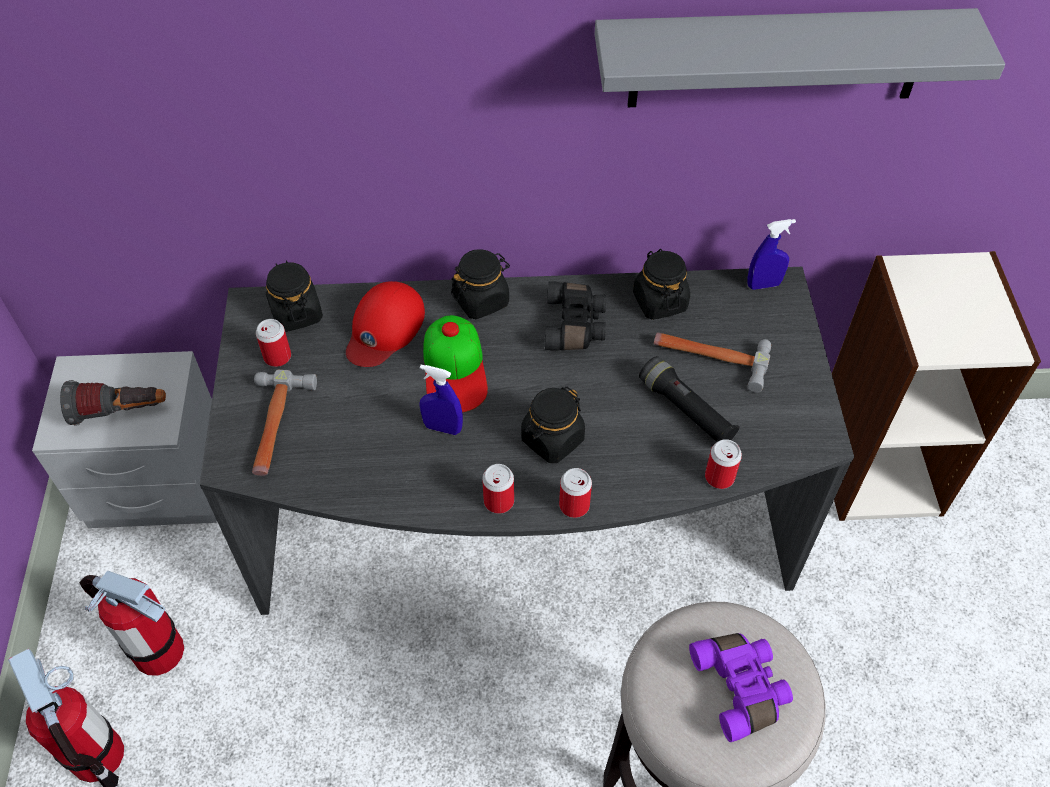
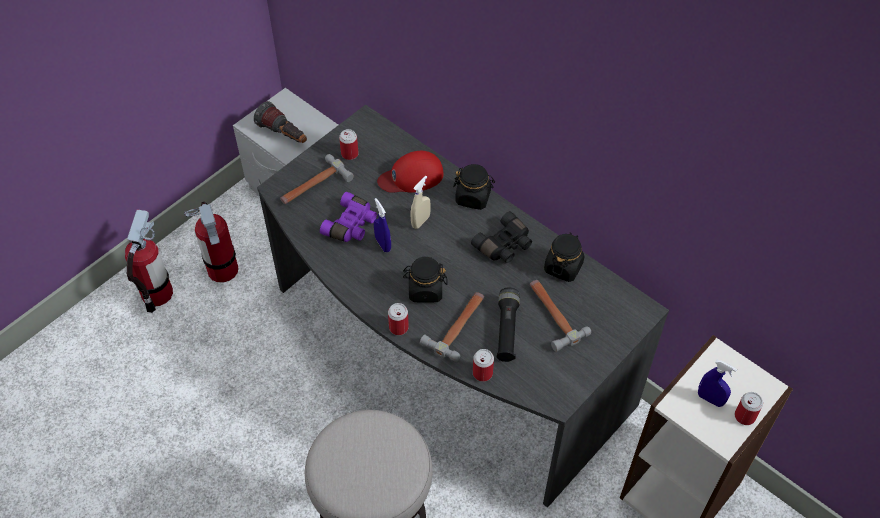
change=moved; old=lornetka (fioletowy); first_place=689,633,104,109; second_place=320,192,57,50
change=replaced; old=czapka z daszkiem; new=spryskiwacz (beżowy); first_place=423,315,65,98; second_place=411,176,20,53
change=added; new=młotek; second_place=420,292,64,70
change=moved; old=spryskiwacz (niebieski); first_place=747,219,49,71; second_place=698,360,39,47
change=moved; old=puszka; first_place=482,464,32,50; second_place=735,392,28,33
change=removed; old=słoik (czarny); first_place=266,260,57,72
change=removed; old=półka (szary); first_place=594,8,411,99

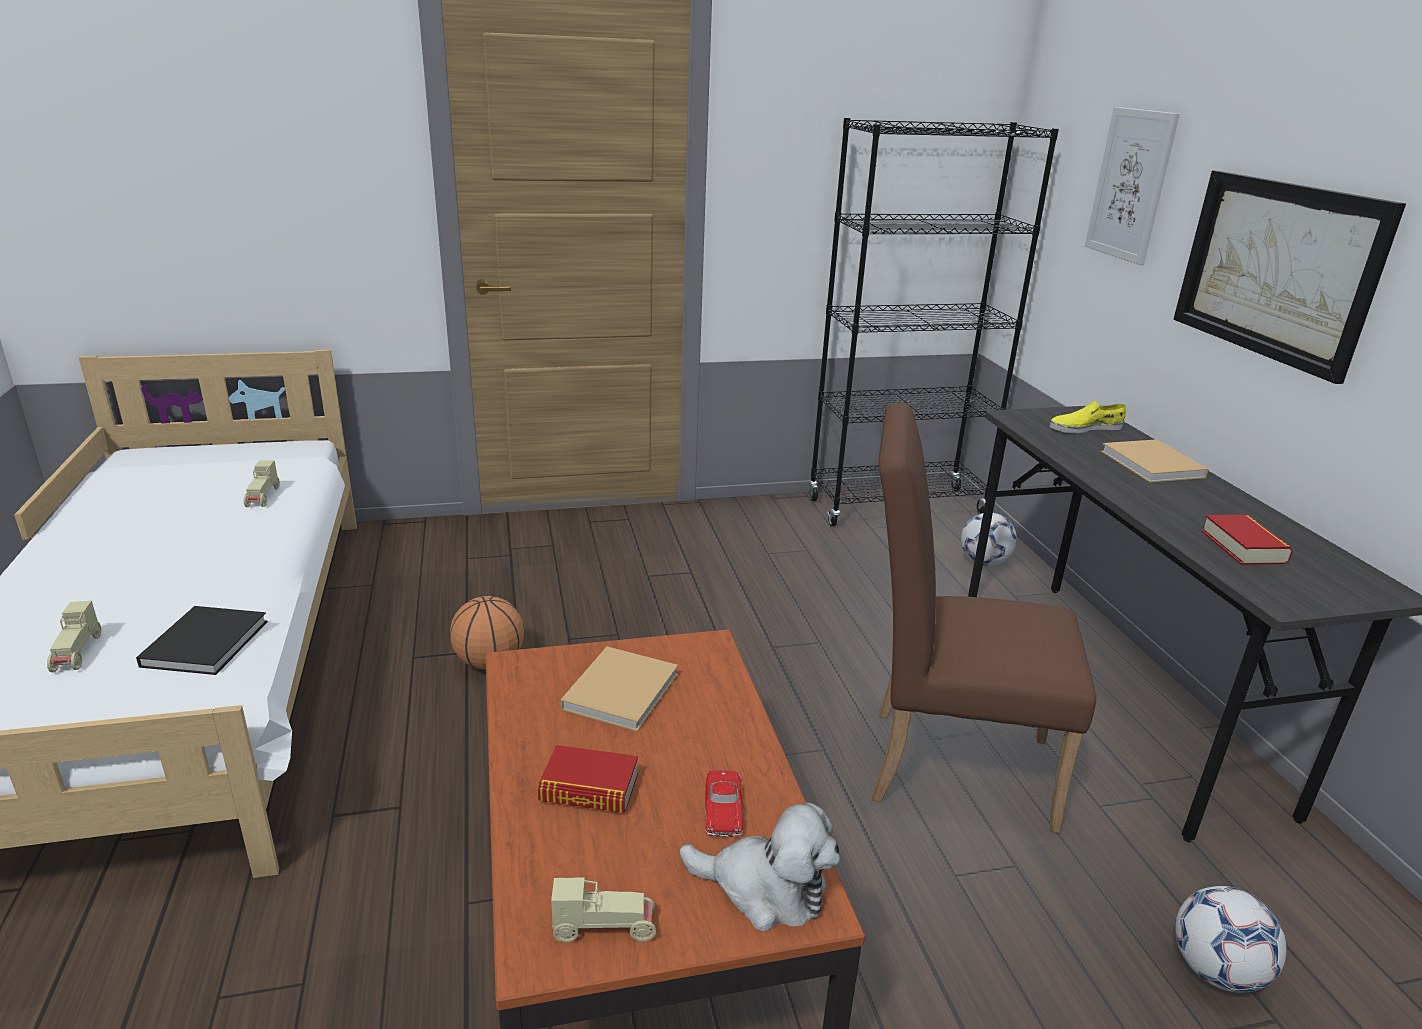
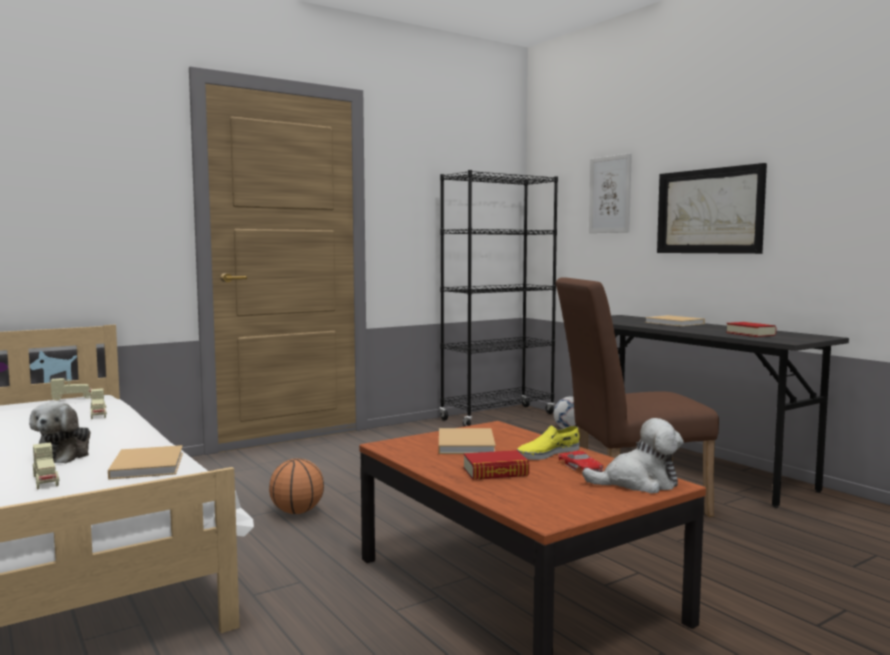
change=added; new=pluszak; second_place=29,402,62,61
change=moved; old=samochodzik (beżowy); first_place=551,877,105,65; second_place=51,378,41,23
change=recoloured; old=książka (czarny); new=książka (beżowy); first_place=136,606,132,69; second_place=108,445,75,35
change=moved; old=but (żółty); first_place=1049,401,77,32; second_place=517,426,63,34
change=removed; old=piłka futbolowa; first_place=1175,886,111,106

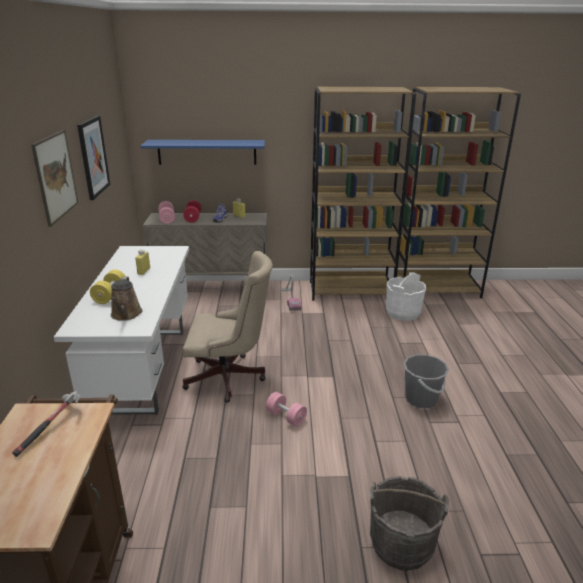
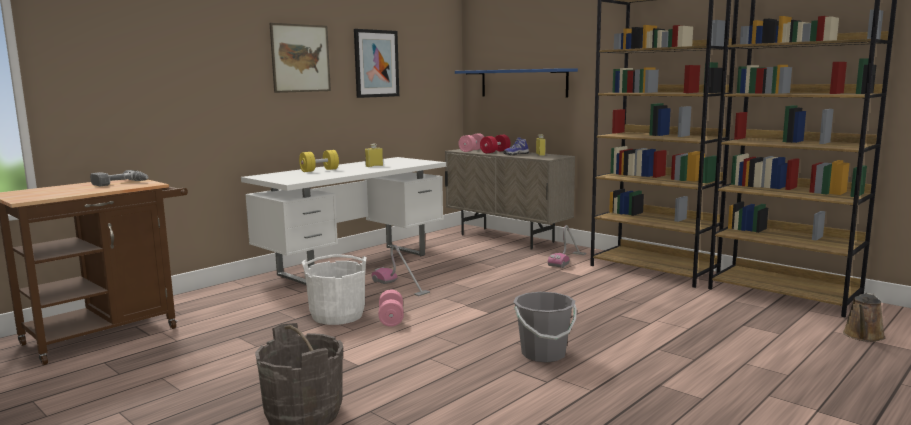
change=replaced; old=młotek; new=wiertarka; first_place=12,391,68,66; second_place=90,170,59,16
change=moved; old=wiadro (biały); first_place=386,272,40,49; second_place=302,254,65,71
change=replaced; old=krzesło biurowe (beżowy); new=odkurzacz; first_place=182,251,91,152; second_place=372,245,58,51
change=moved; old=konewka (brązowy); first_place=111,276,31,45; second_place=843,293,43,49

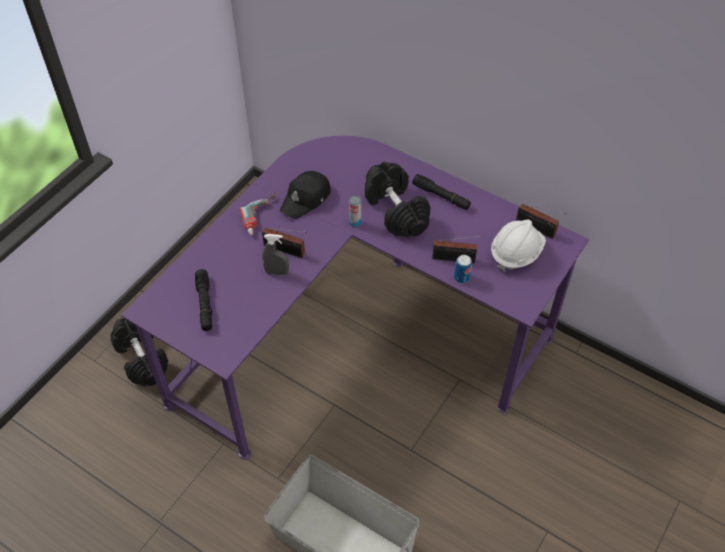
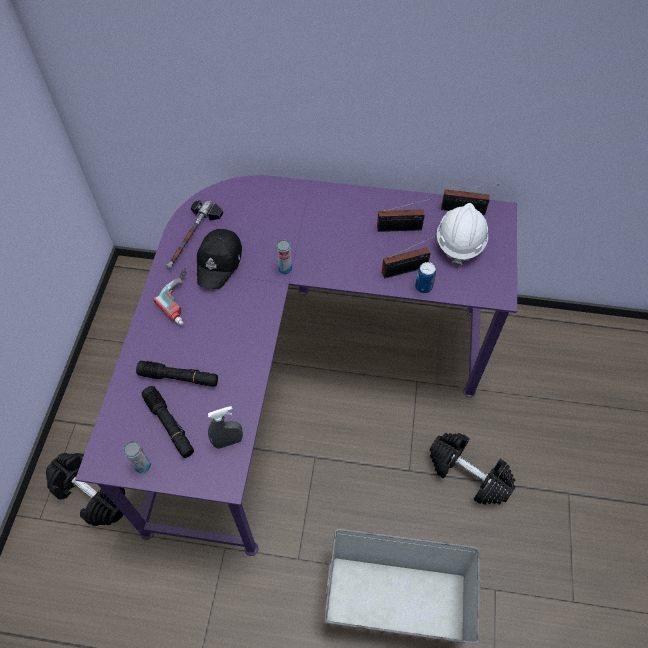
change=added; new=puszka; second_place=123,441,28,32
change=moved; old=latarka (czarny); first_place=412,174,59,36; second_place=136,361,82,26
change=added; new=młotek; second_place=166,200,57,69
change=moved; old=spryskiwacz (szary); first_place=262,234,27,41; second_place=208,406,35,43
change=moved; old=radio; first_place=262,227,43,31; second_place=377,198,55,34
change=moved; old=hantel (czarny); first_place=365,162,66,75; second_place=429,433,87,72

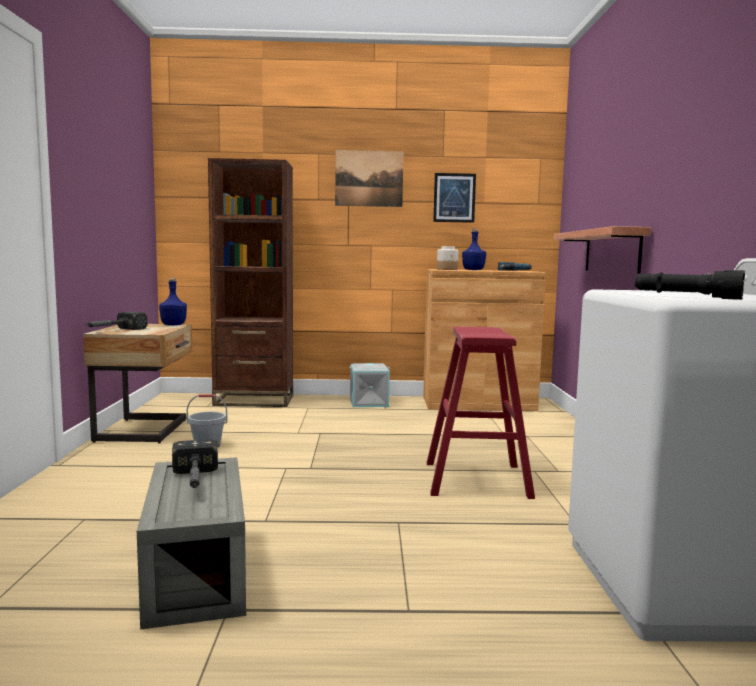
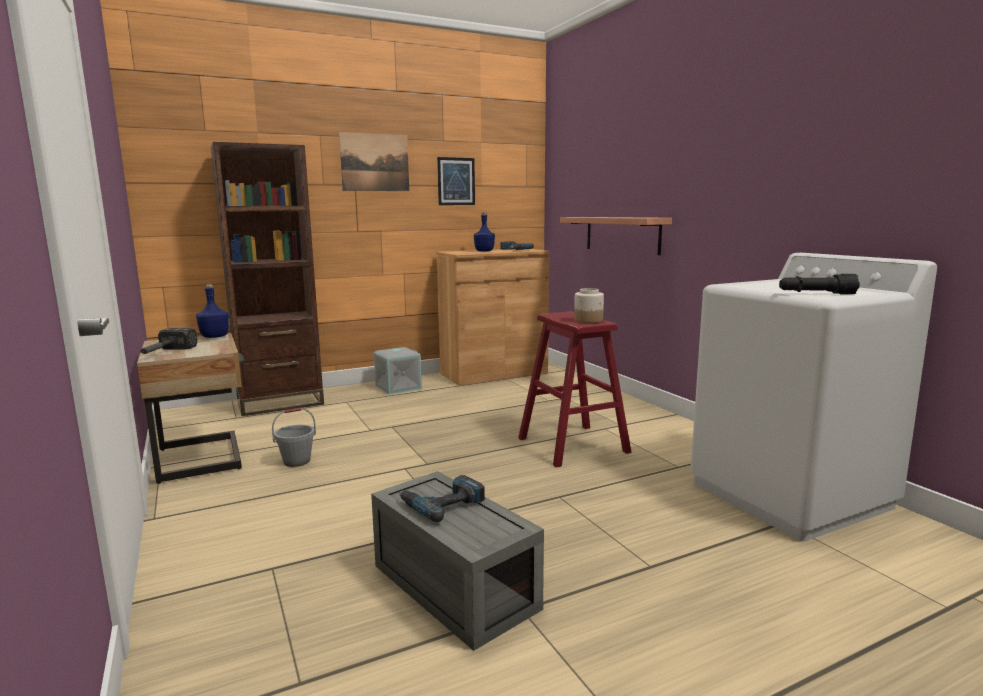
change=replaced; old=młotek; new=wiertarka; first_place=172,439,46,49; second_place=399,475,86,47
change=moved; old=słoik; first_place=437,246,22,24; second_place=574,288,30,35

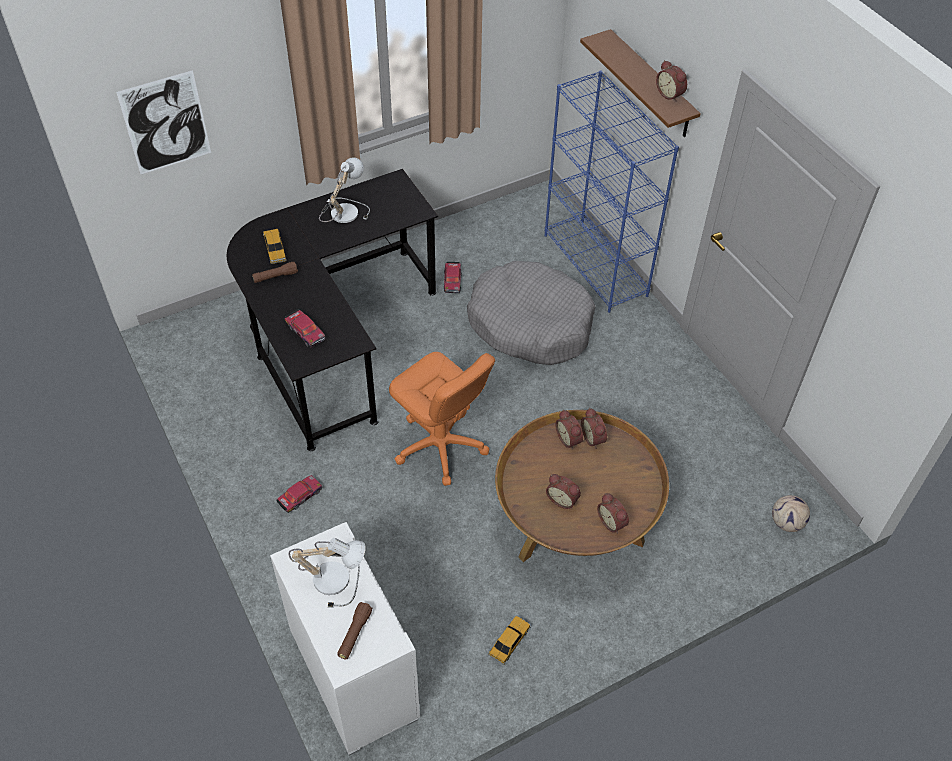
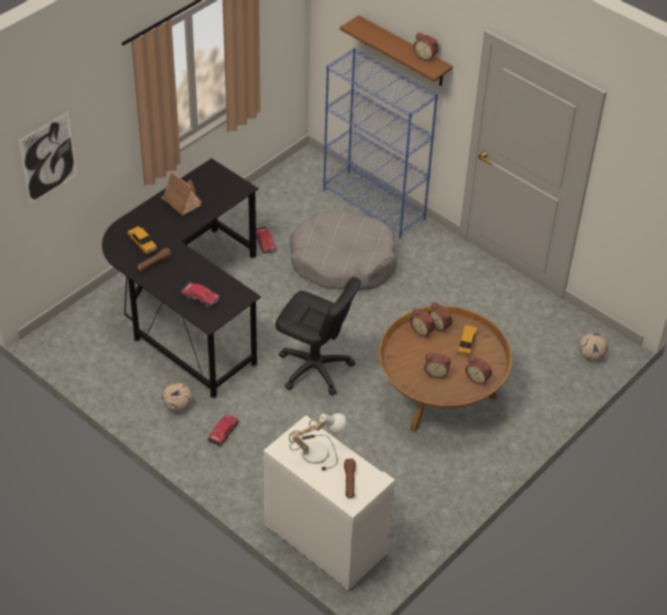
change=replaced; old=lampa stołowa; new=domek; first_place=319,157,51,66; second_place=160,171,43,45
change=added; new=piłka futbolowa; second_place=162,383,30,29
change=recoloured; old=krzesło biurowe (pomarańczowy); new=krzesło biurowe (czarny); first_place=389,352,106,134; second_place=275,277,86,118
change=moved; old=samochodzik; first_place=488,616,42,49; second_place=457,325,20,32

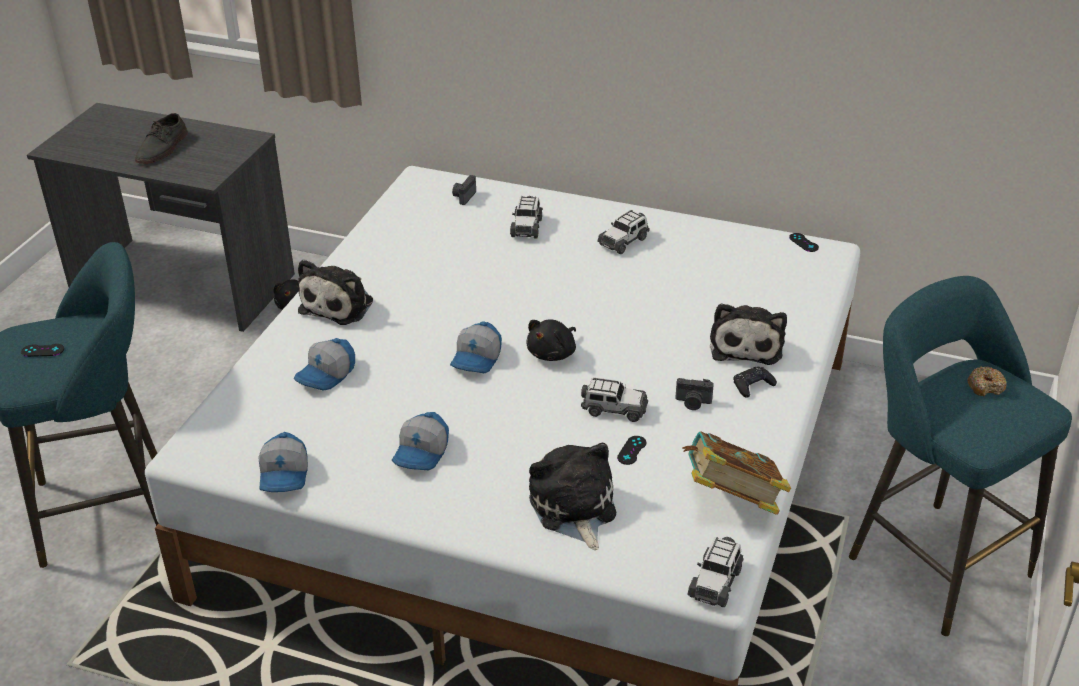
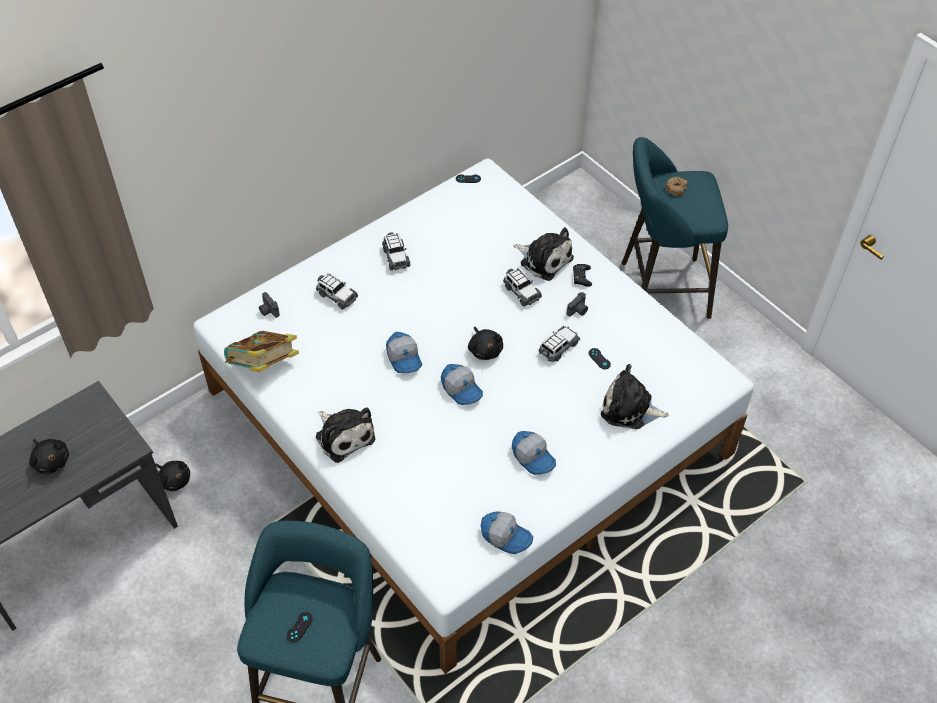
change=replaced; old=but (szary); new=pluszak (czarny); first_place=135,113,53,51; second_place=29,439,40,35
change=moved; old=książka; first_place=683,431,108,84; second_place=224,331,75,41
change=moved; old=czapka z daszkiem; first_place=294,338,61,52; second_place=386,332,36,41
change=moved; old=samochodzik; first_place=687,537,57,70; second_place=503,268,39,38

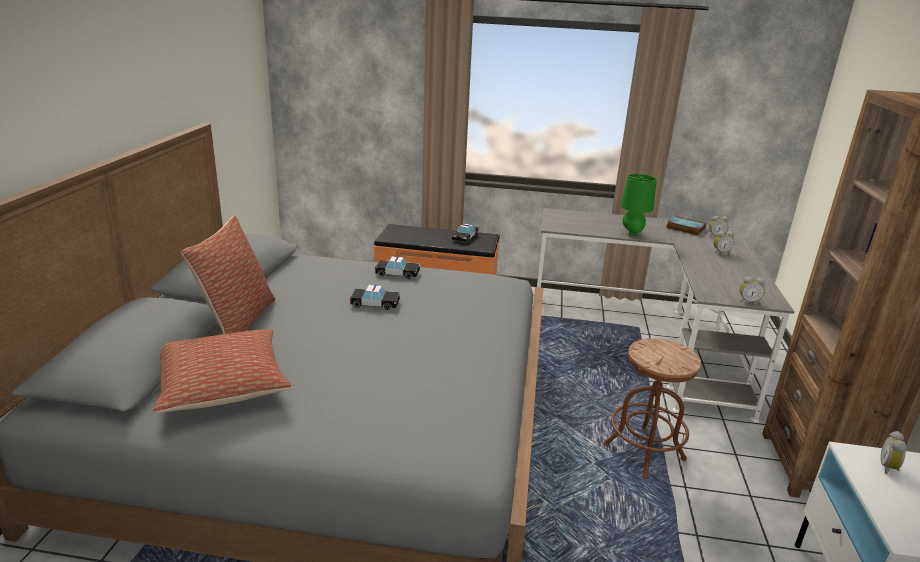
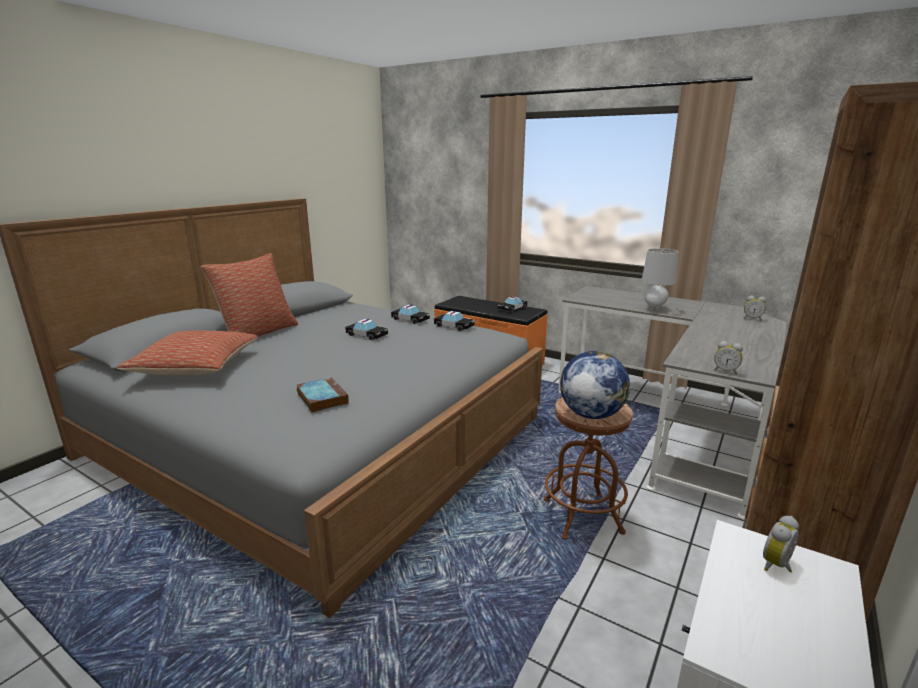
change=moved; old=książka; first_place=666,216,40,20; second_place=297,377,52,36
change=added; new=samochodzik; second_place=434,311,41,20
change=added; new=globus; second_place=560,351,70,68
change=recoloured; old=lampa stołowa (zielony); new=lampa stołowa (szary); first_place=621,174,36,62; second_place=641,248,37,63
change=removed; old=budzik; first_place=714,231,20,23

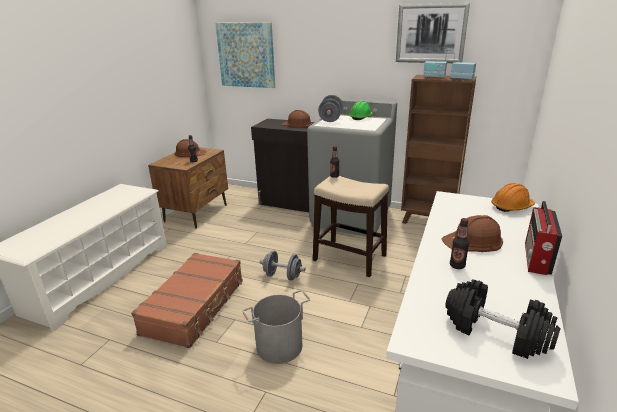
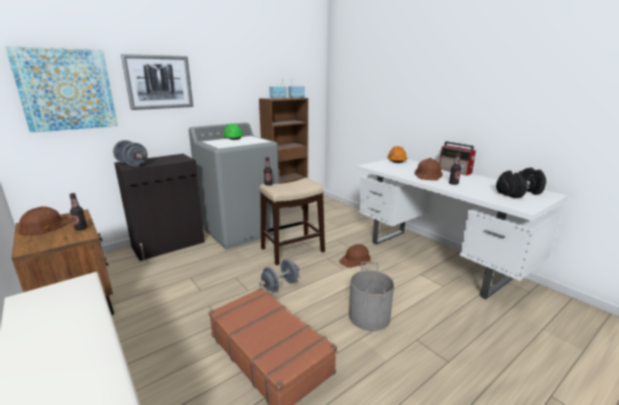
change=moved; old=hantel (szary); first_place=318,95,25,27; second_place=113,140,35,27
change=moved; old=obraz; first_place=396,3,74,60; second_place=121,54,72,56
change=moved; old=kask (brązowy); first_place=281,110,31,18; second_place=339,244,32,24

